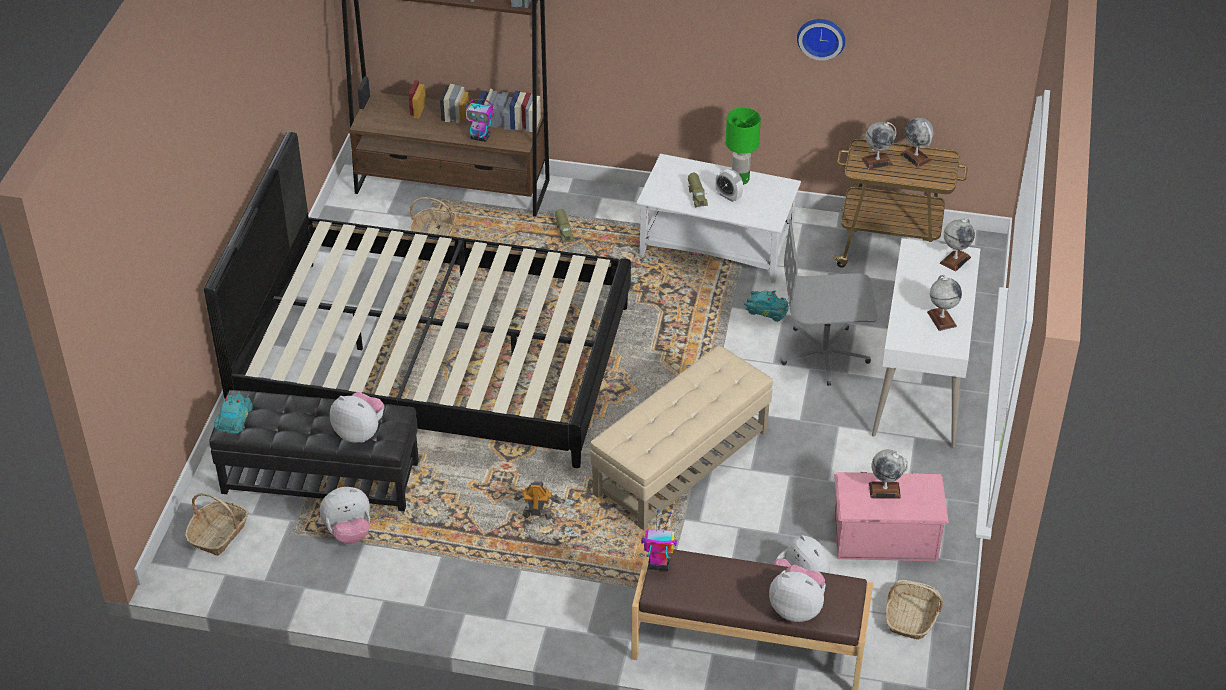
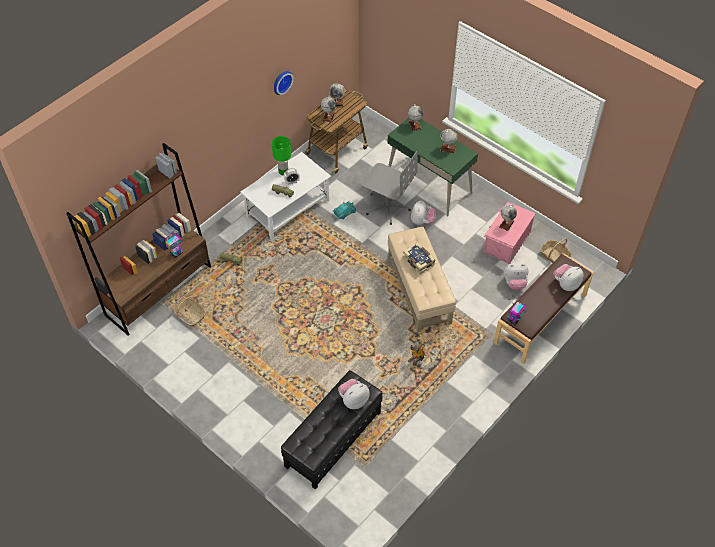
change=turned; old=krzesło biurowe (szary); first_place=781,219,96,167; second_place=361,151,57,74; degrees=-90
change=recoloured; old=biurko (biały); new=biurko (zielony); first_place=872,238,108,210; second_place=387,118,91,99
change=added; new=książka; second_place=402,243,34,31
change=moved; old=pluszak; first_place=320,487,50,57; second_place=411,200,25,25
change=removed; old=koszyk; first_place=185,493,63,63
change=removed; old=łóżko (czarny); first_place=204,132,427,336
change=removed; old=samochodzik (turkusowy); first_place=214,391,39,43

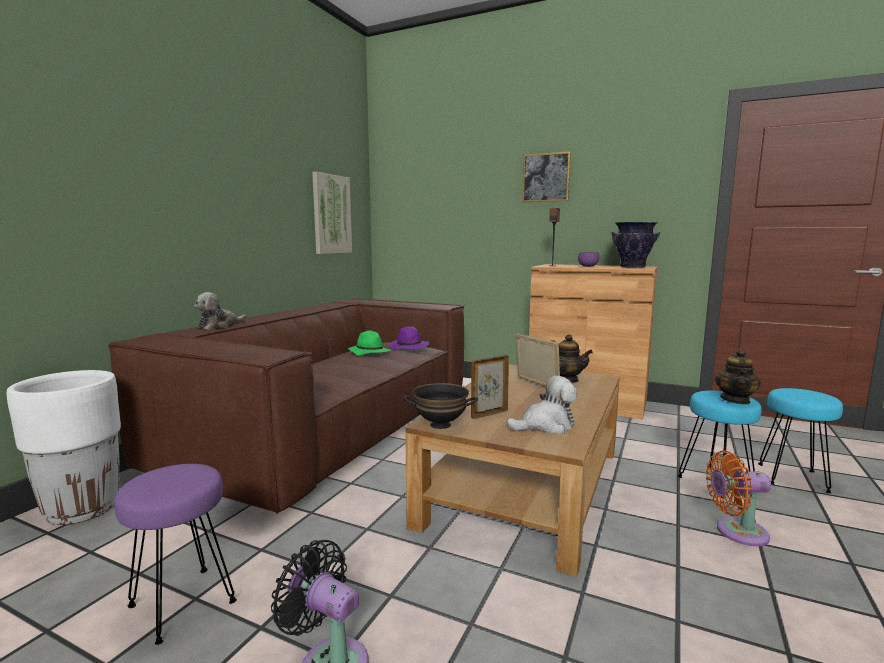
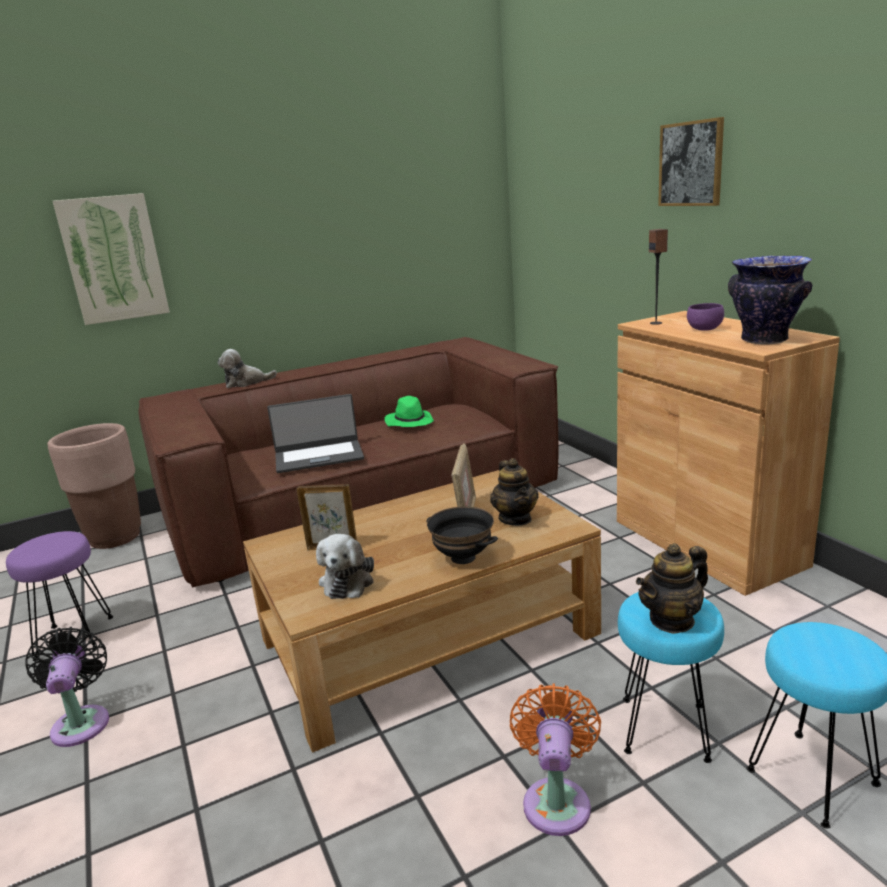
change=recoloured; old=donica (biały); new=donica (brązowy); first_place=6,370,115,155; second_place=47,423,94,126
change=moved; old=obraz; first_place=312,172,40,82; second_place=53,193,117,132
change=added; new=laptop; second_place=267,394,97,79
change=turned; old=pluszak; first_place=507,376,70,58; second_place=316,534,58,65; degrees=75
change=moved; old=miska (czarny); first_place=403,383,75,46; second_place=426,506,72,58
change=turned; old=wentylator (pomarańczowy); first_place=706,451,65,95; second_place=510,683,91,153; degrees=60
change=removed; old=kapelusz (fioletowy); first_place=389,327,40,23

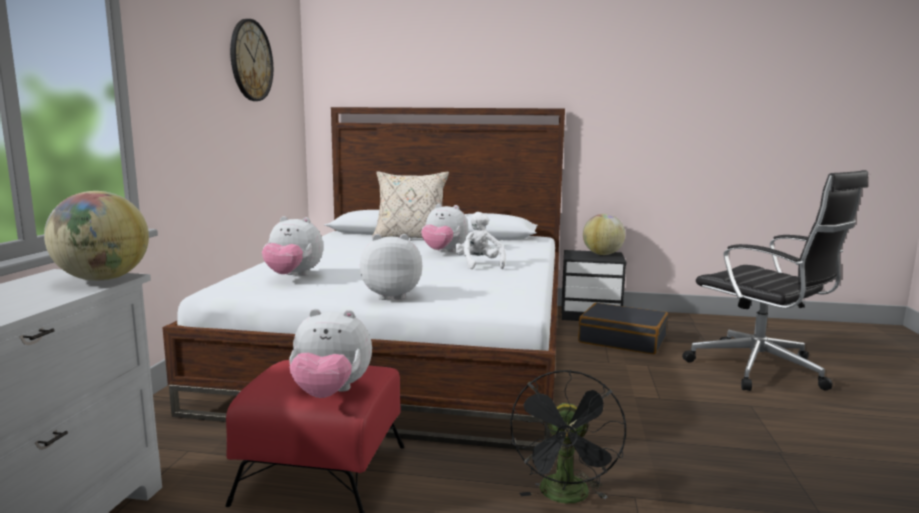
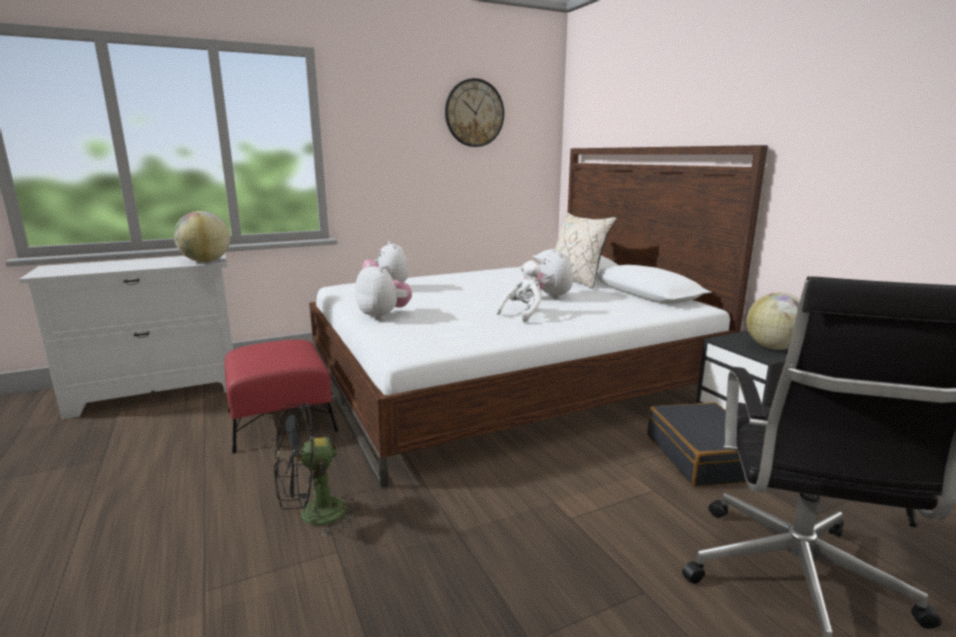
change=removed; old=pluszak; first_place=289,309,83,89

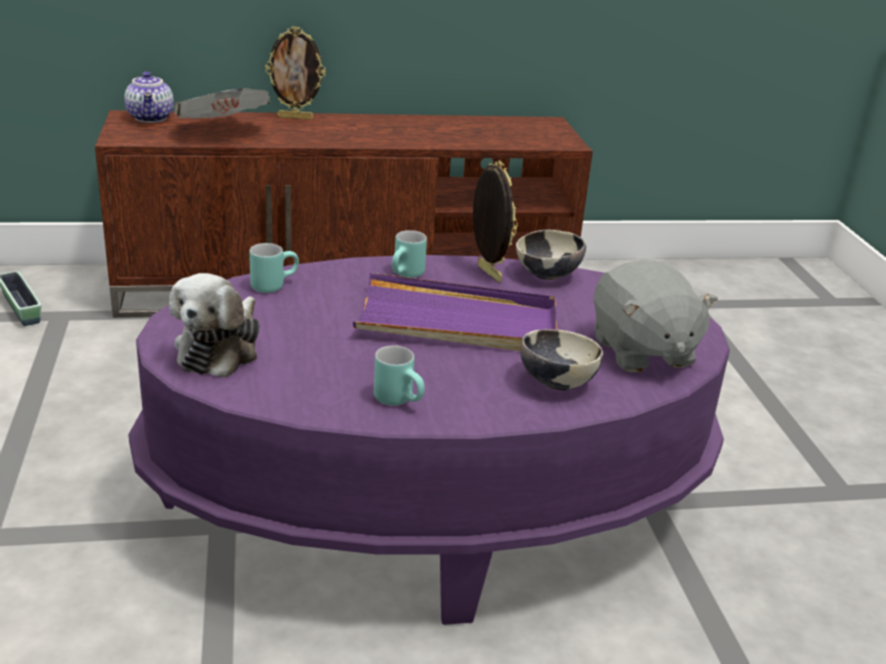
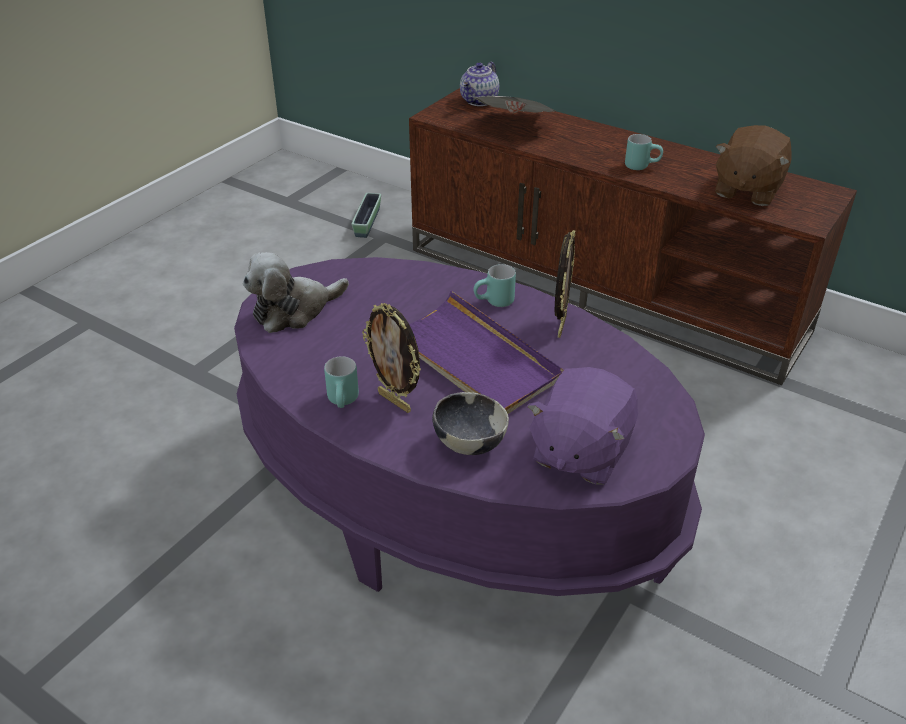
change=moved; old=ramka na zdjęcie; first_place=265,26,61,94; second_place=362,303,59,110
change=recoloured; old=pluszak (szary); new=pluszak (fioletowy); first_place=594,260,124,113; second_place=527,367,111,118
change=moved; old=kubek (turkusowy); first_place=249,243,50,50; second_place=625,134,38,36
change=added; new=pluszak (brązowy); second_place=715,125,77,81
change=removed; old=miska; first_place=516,230,70,50

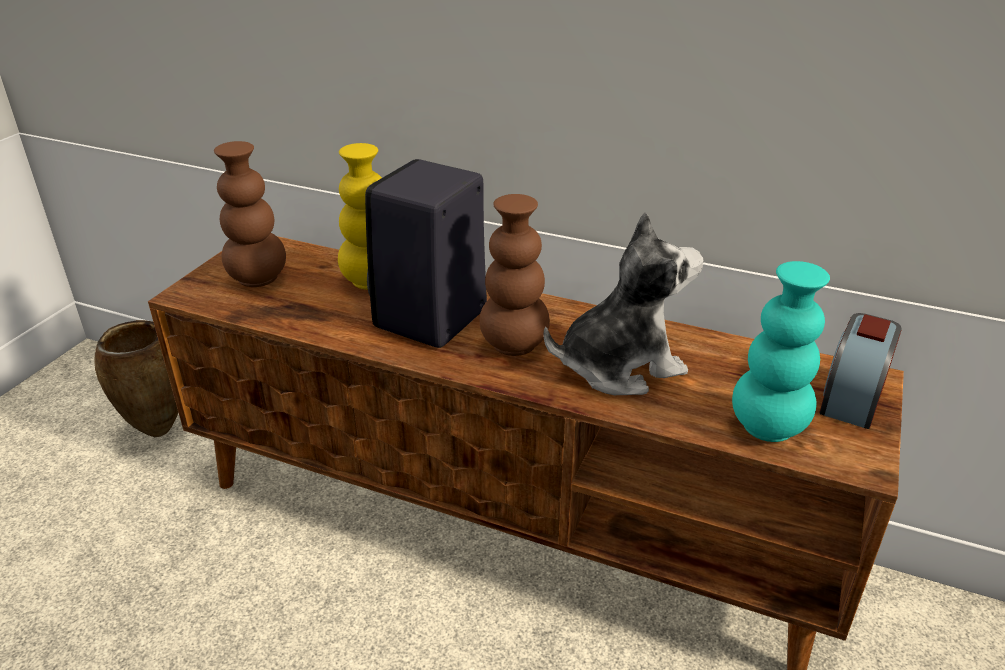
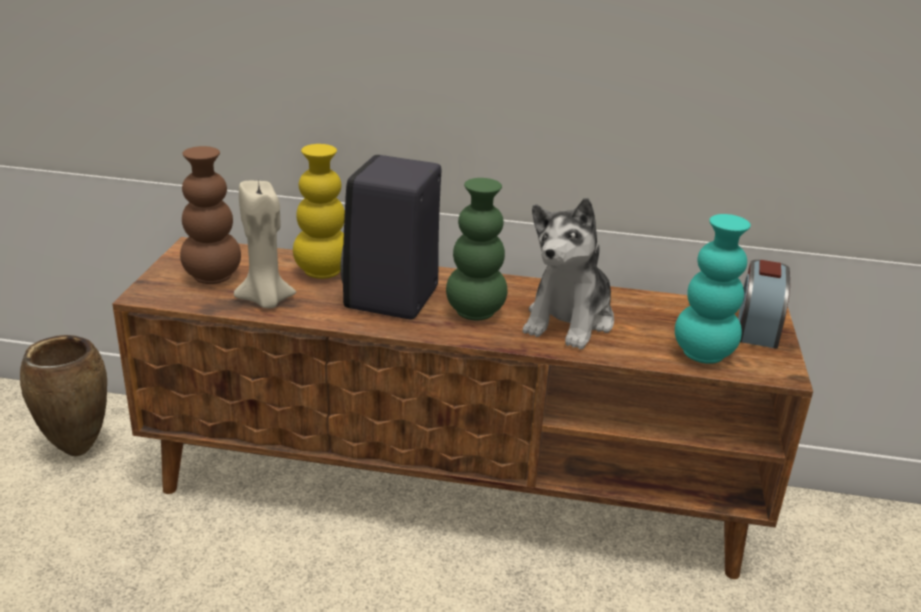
change=added; new=świeca (beżowy); second_place=234,181,62,127
change=recoloured; old=wazon (brązowy); new=wazon (zielony); first_place=480,194,70,162; second_place=446,178,61,142
change=turned; old=pluszak; first_place=543,212,160,183; second_place=523,198,91,152; degrees=150

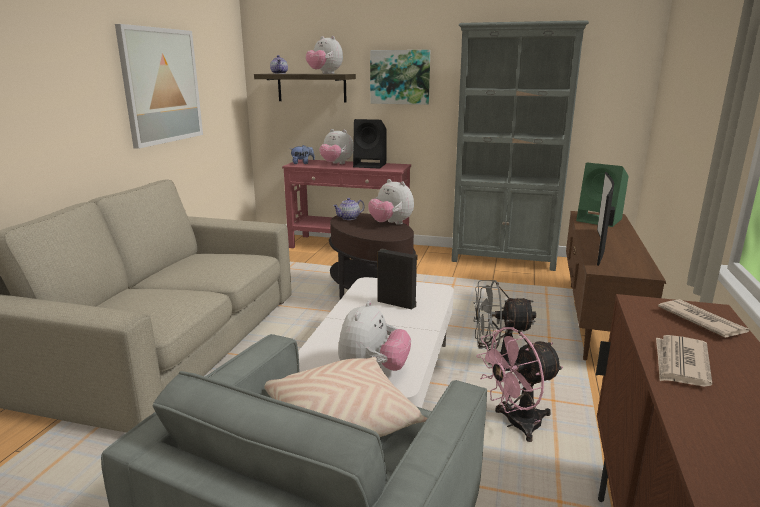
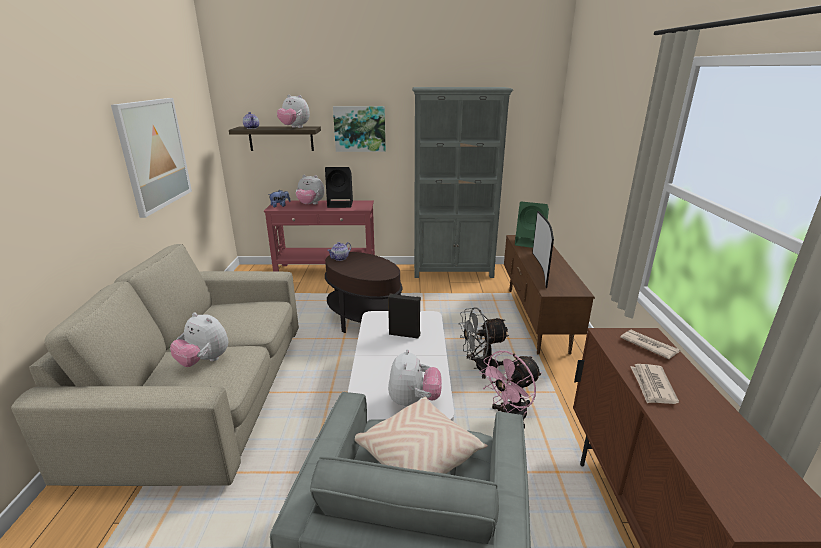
change=moved; old=pluszak; first_place=368,179,46,46; second_place=170,312,58,55

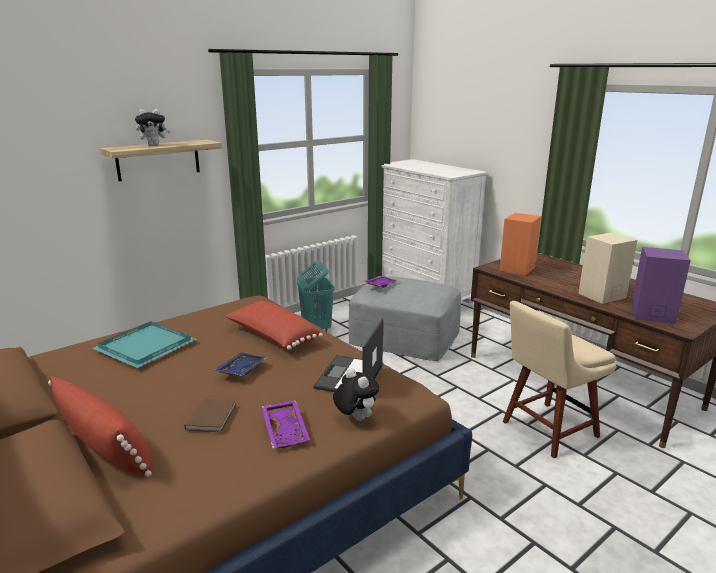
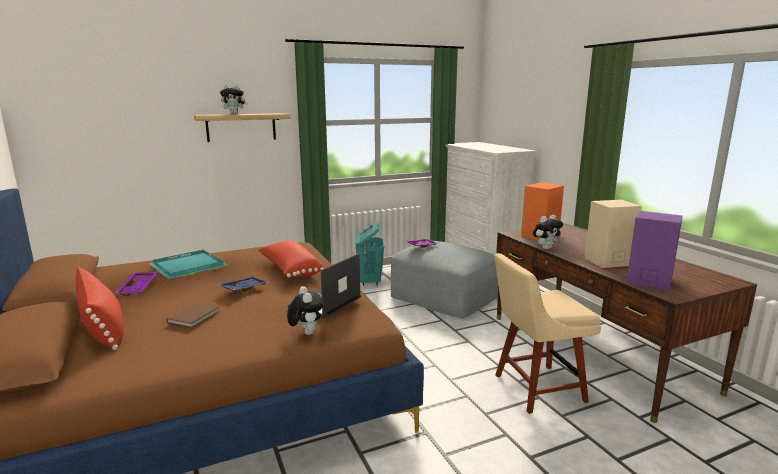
change=moved; old=taca (fioletowy); first_place=262,400,48,48; second_place=115,272,42,24
change=added; new=pluszak; second_place=533,215,30,34

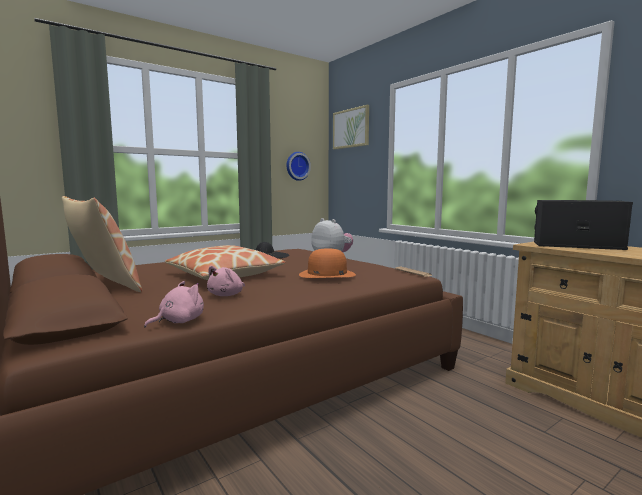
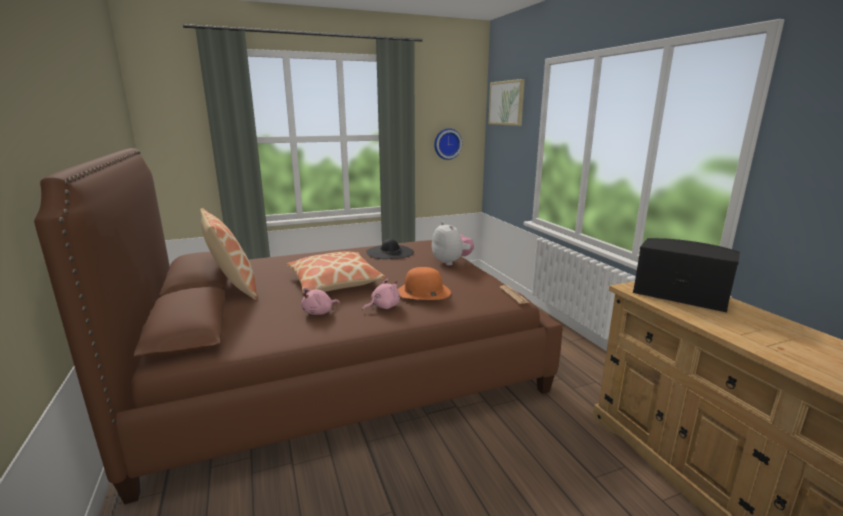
change=moved; old=pluszak (różowy); first_place=144,281,60,47; second_place=362,279,38,32

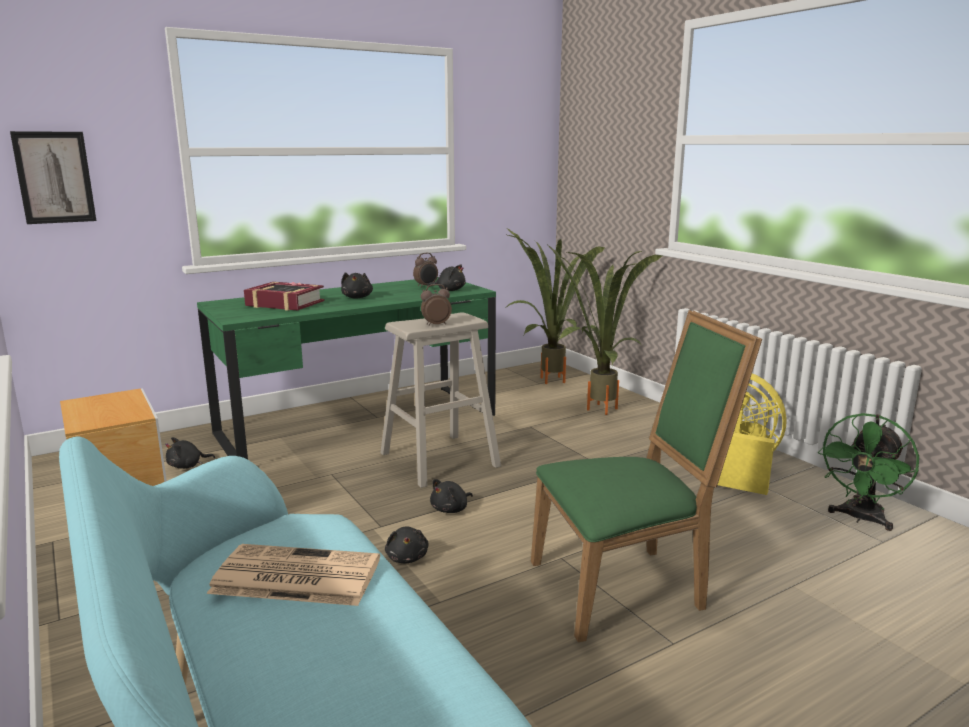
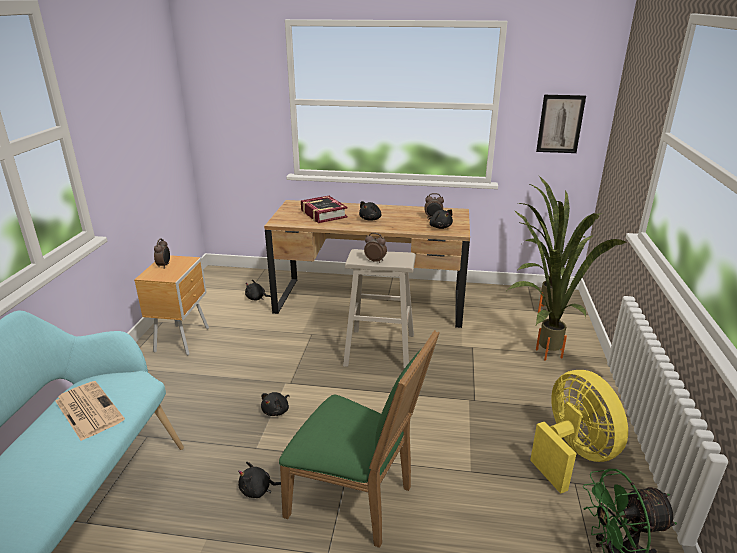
change=added; new=budzik; second_place=154,238,16,31
change=moved; old=pluszak (czarny); first_place=430,479,43,34; second_place=238,462,43,36
change=recoloured; old=biurko (zielony); new=biurko (brązowy); first_place=197,277,299,182; second_place=264,200,206,128
change=moved; old=obraz; first_place=10,131,86,93; second_place=536,95,50,58

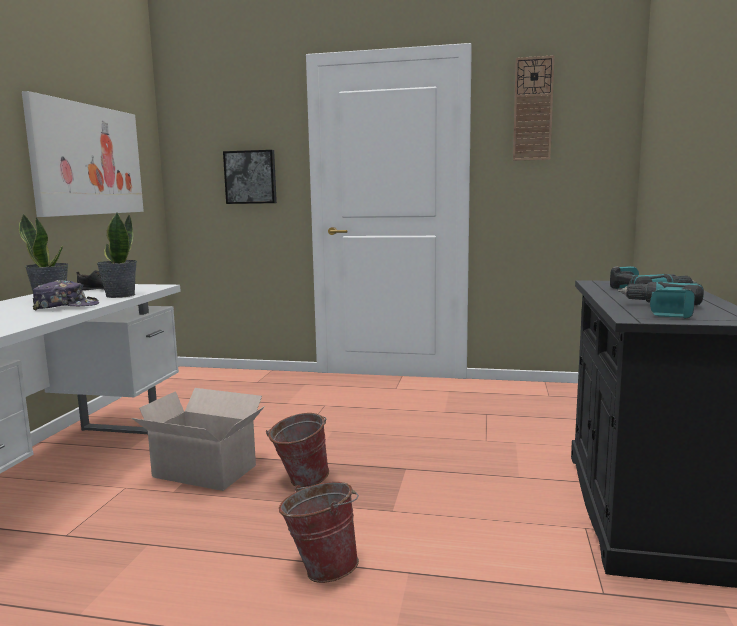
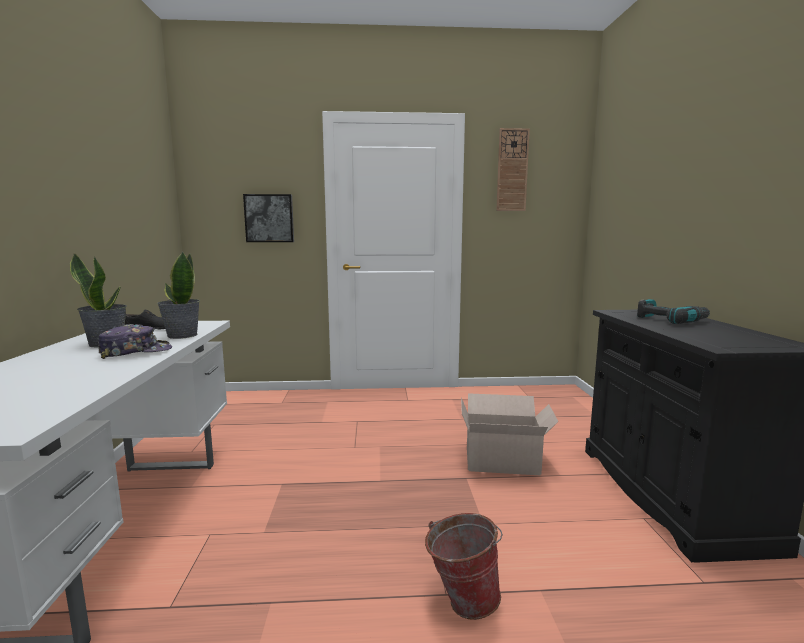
change=moved; old=karton; first_place=132,388,133,103; second_place=461,393,98,83
change=removed; old=obraz; first_place=22,91,122,126
change=removed; old=wiadro; first_place=266,413,63,74
change=removed; old=wiertarka; first_place=618,282,86,37

